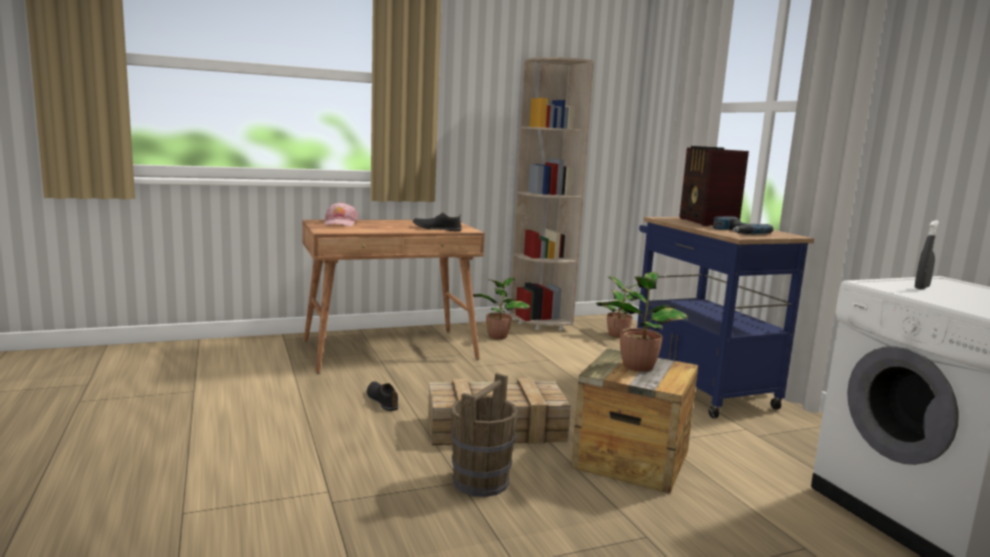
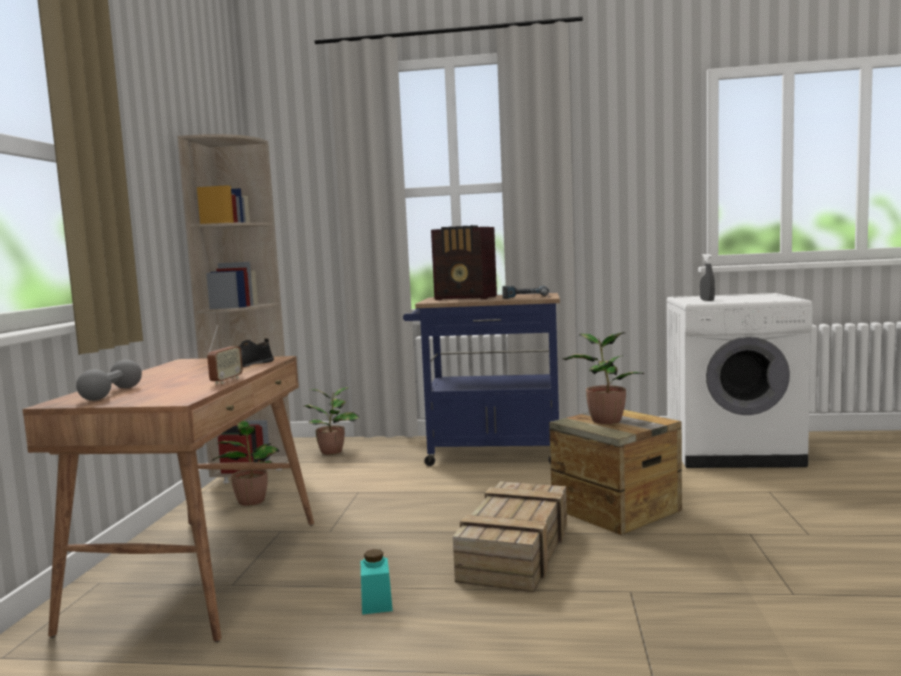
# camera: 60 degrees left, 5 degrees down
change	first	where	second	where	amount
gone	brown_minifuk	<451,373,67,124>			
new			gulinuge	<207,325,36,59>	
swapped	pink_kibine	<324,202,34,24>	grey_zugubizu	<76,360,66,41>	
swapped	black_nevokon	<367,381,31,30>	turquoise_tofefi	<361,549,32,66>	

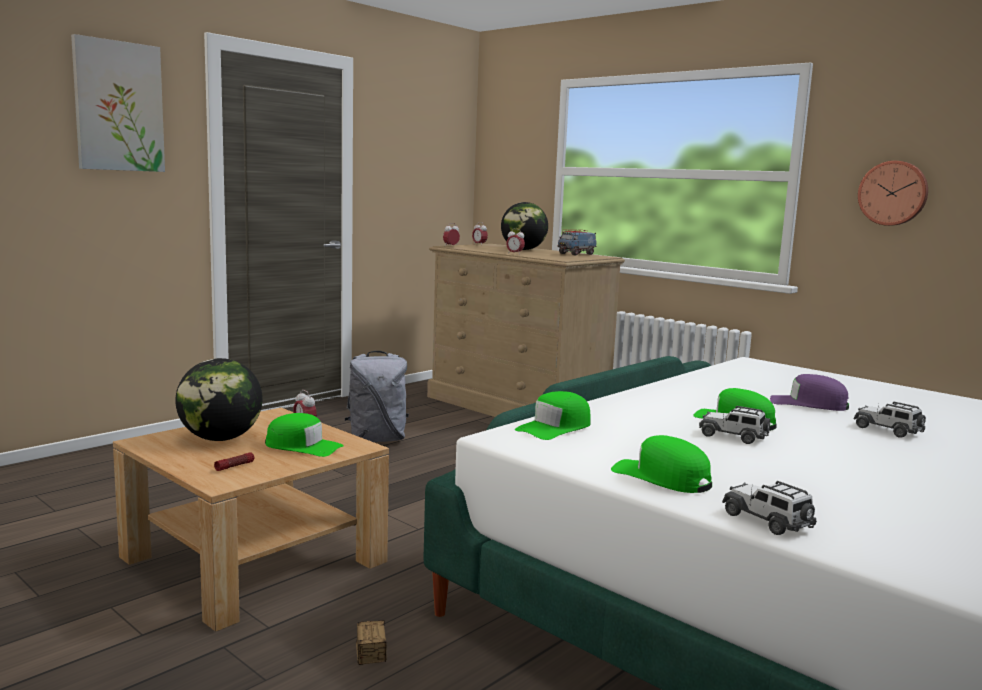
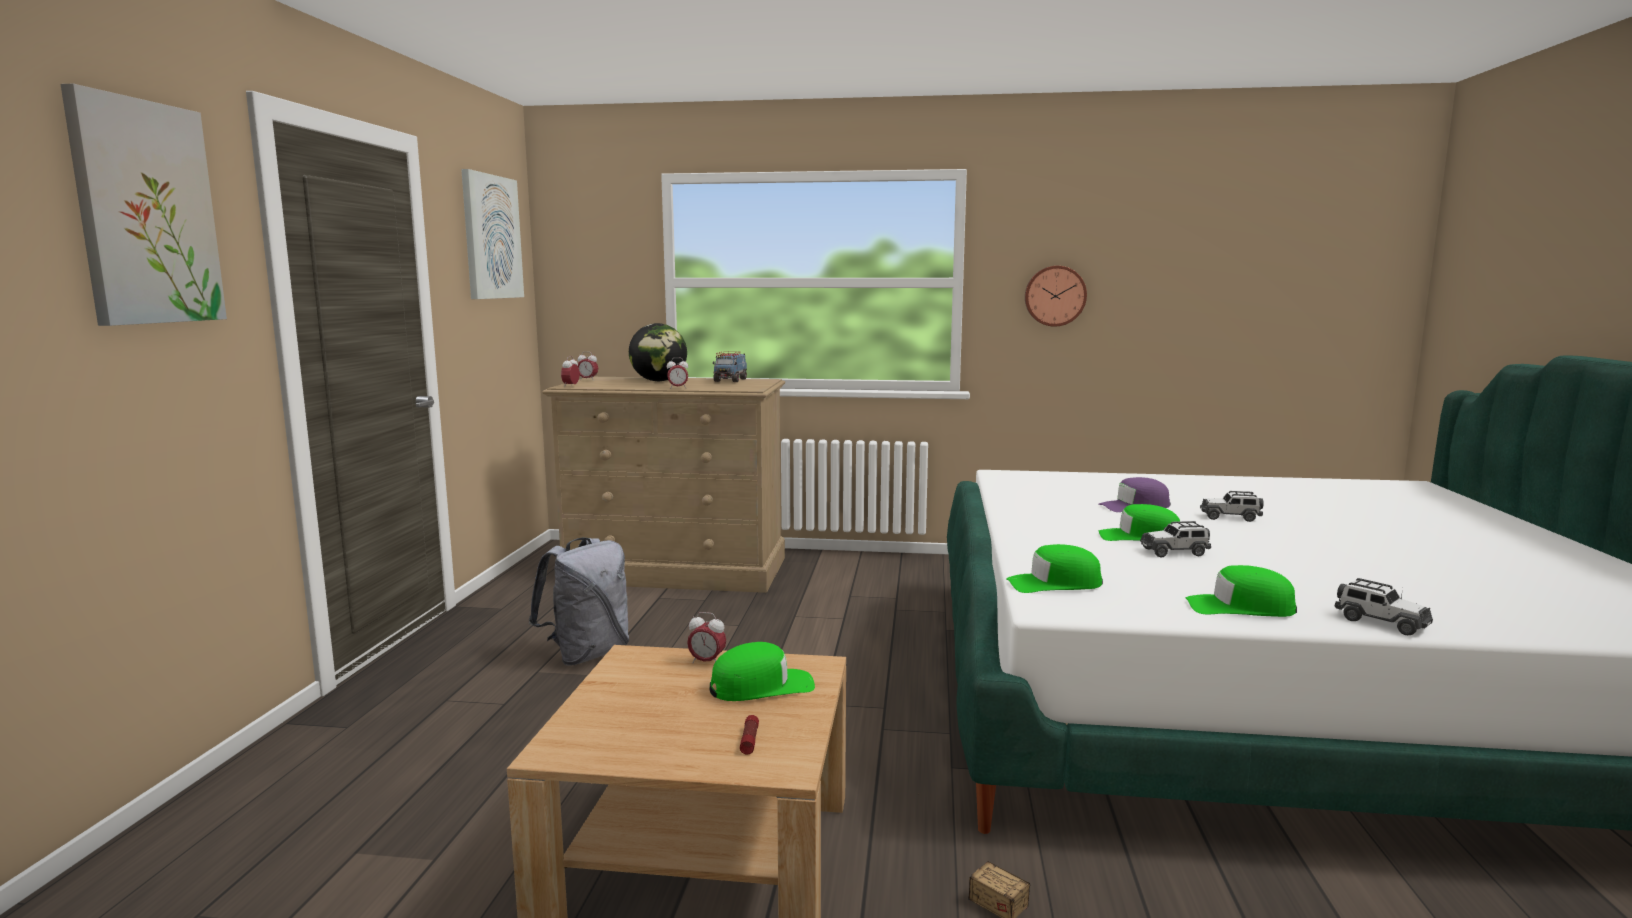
# camera: 35 degrees left, 0 degrees up
change	first	where	second	where	amount
gone	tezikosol	<175,358,88,83>			
new			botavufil	<461,169,63,130>	
rotated	green_kibine	<515,391,76,49>		<1006,544,97,49>	75 degrees clockwise
rotated	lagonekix	<722,481,95,54>		<1335,578,98,57>	150 degrees counterclockwise

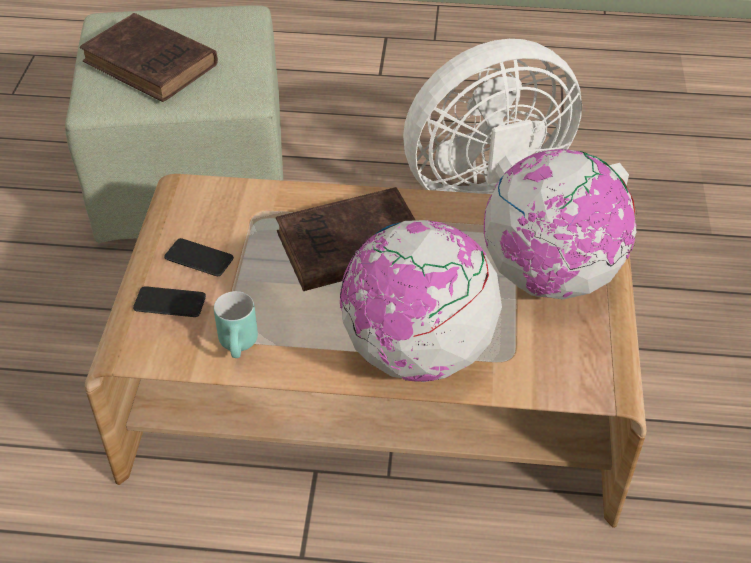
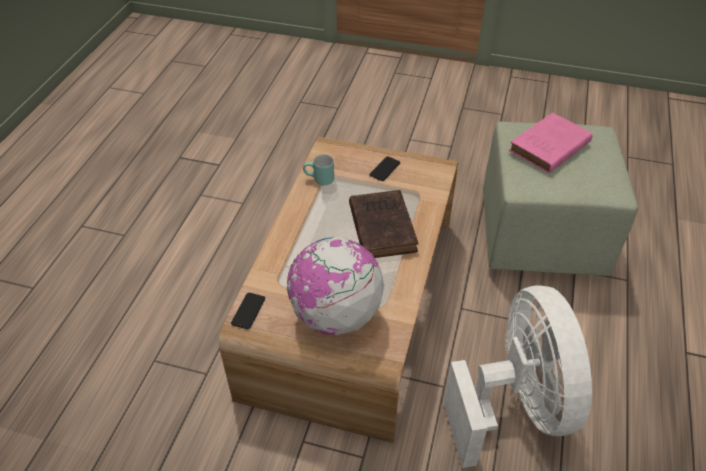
# camera: 100 degrees right, 0 degrees up
change	first	where	second	where	amount
gone	tezikosol	<340,220,162,162>			
shifted	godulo	<133,286,73,31>		<231,293,34,36>	
repainted	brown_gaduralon	<80,13,138,89>	pink_gaduralon	<509,113,84,60>	

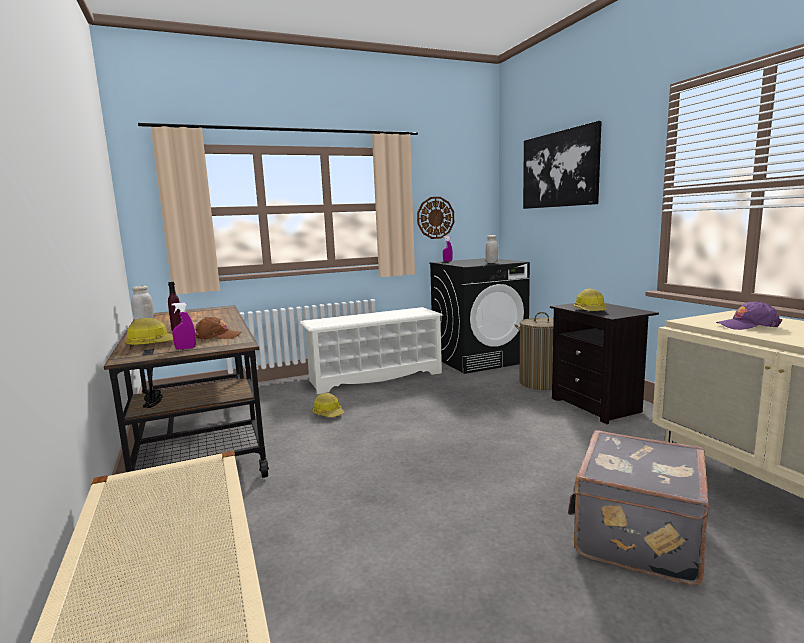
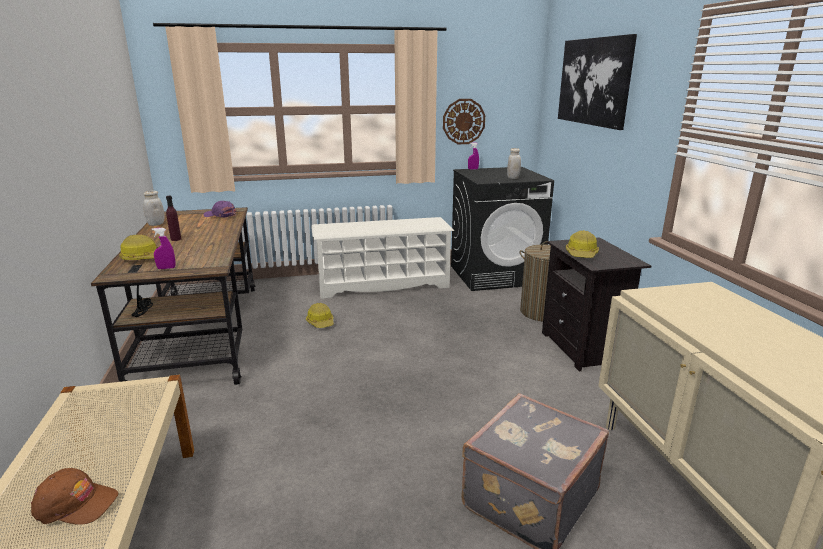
# camera: 10 degrees right, 10 degrees up
change	first	where	second	where	amount
shifted	brown_kibine	<195,317,47,23>		<31,468,87,57>	
shifted	purple_kibine	<716,301,66,29>		<203,201,33,17>	

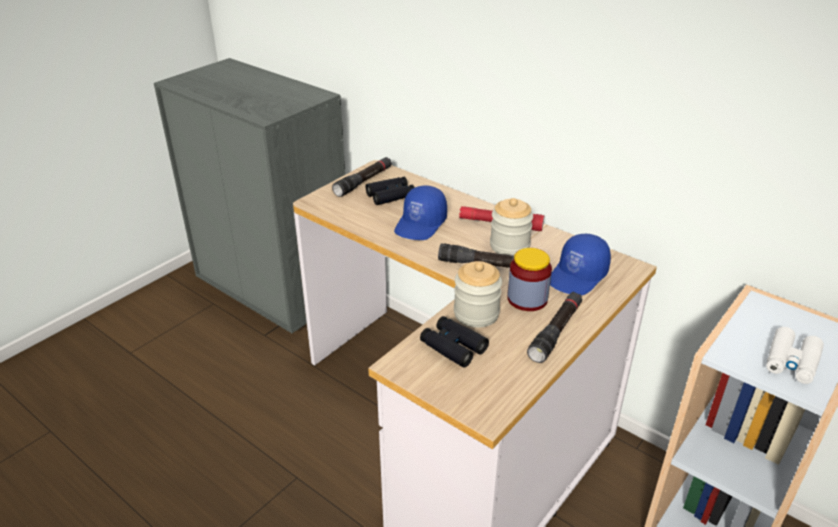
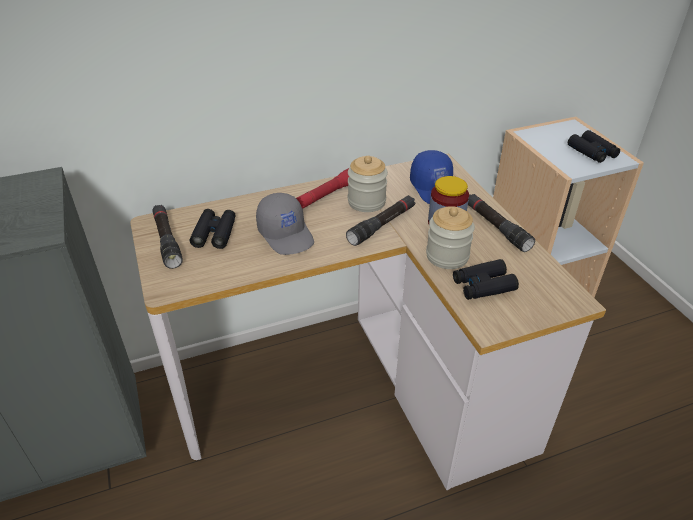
# camera: 60 degrees left, 5 degrees up
change	first	where	second	where	amount
repainted	blue_kibine	<394,185,53,55>	grey_kibine	<256,193,58,62>	
repainted	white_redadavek	<766,327,58,57>	black_redadavek	<568,130,52,33>	

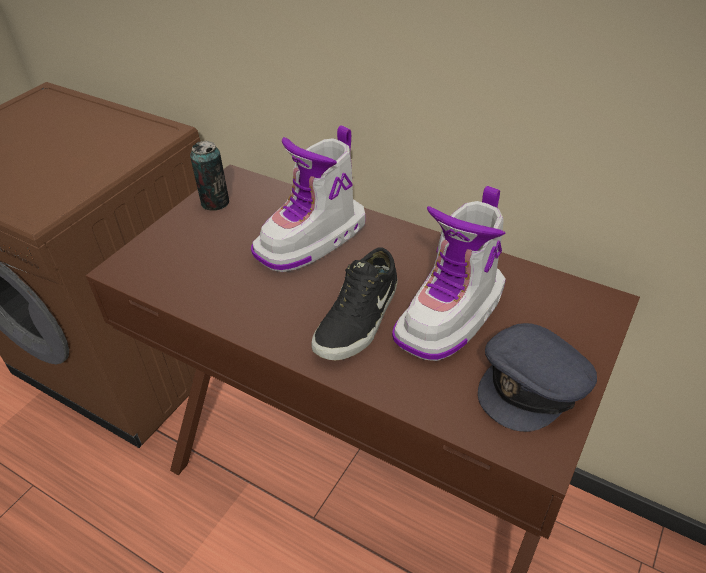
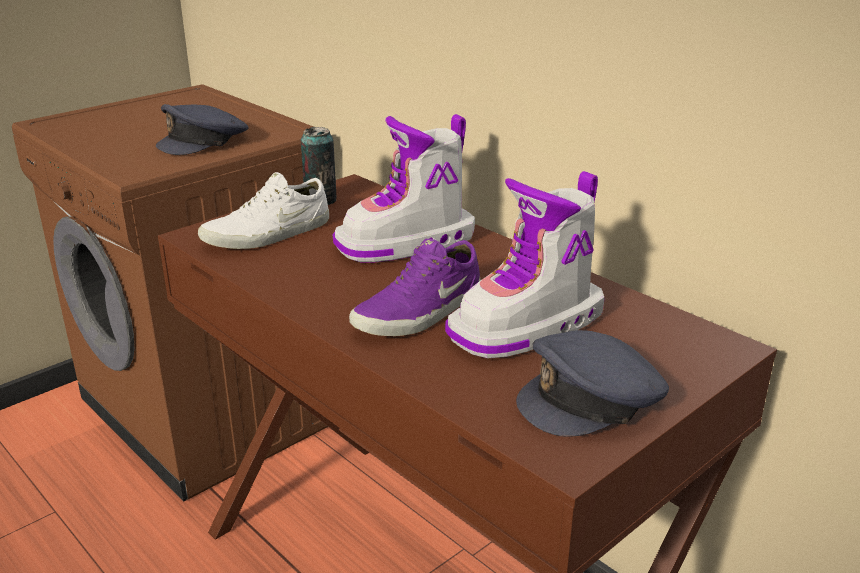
# camera: 15 degrees right, 15 degrees down
change	first	where	second	where	amount
new			grey_kibine	<156,104,93,51>	
new			white_nevokon	<198,172,131,77>	
repainted	black_nevokon	<311,248,86,112>	purple_nevokon	<349,239,132,97>	

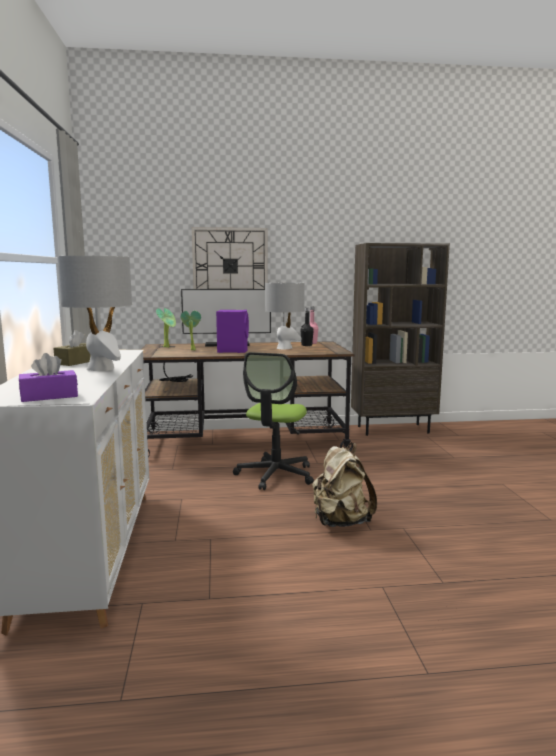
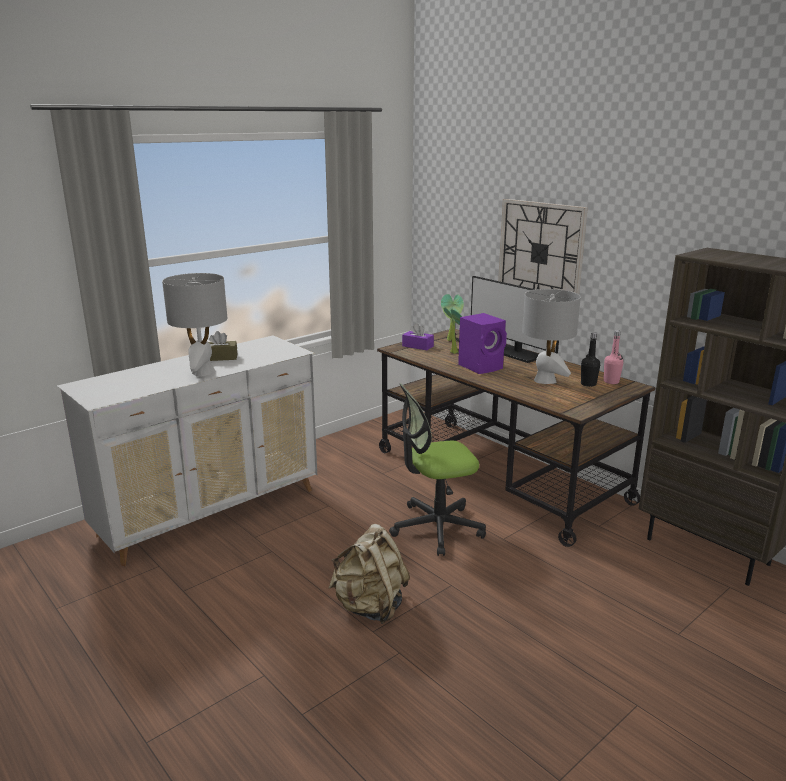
# camera: 55 degrees right, 10 degrees up
change	first	where	second	where	amount
shifted	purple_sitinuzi	<19,353,59,49>		<402,323,32,27>	

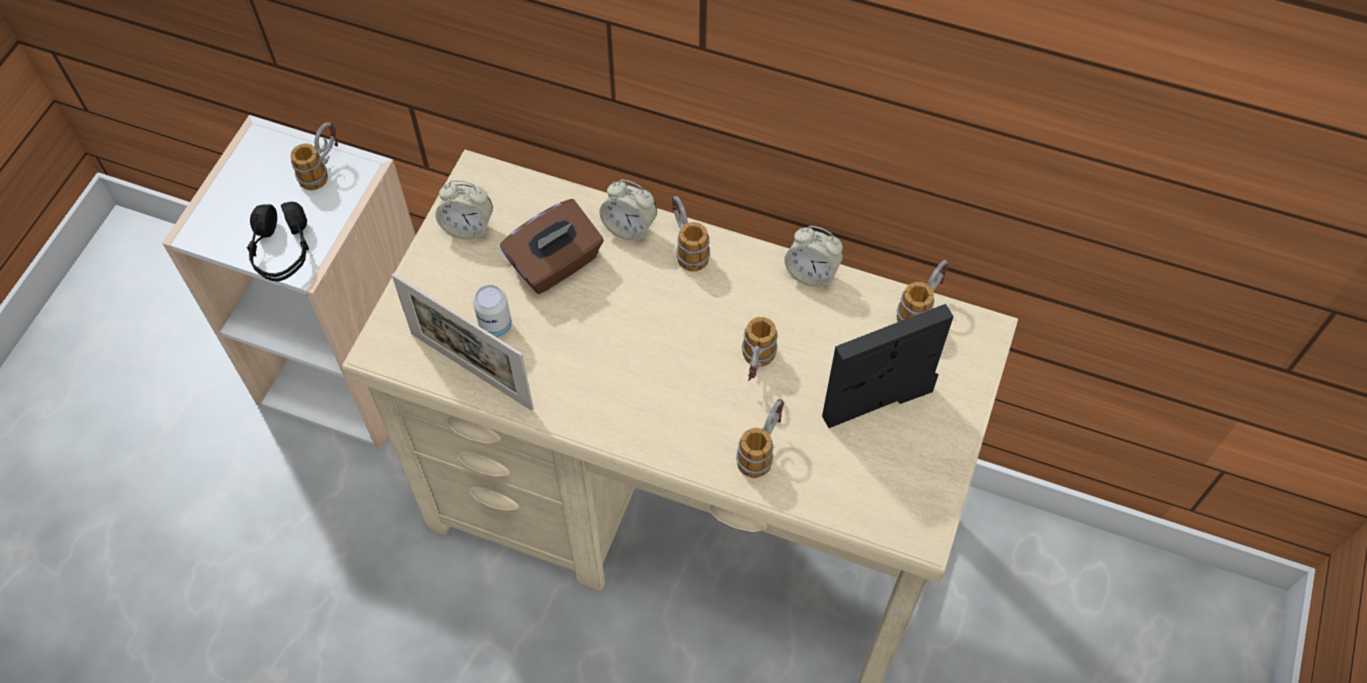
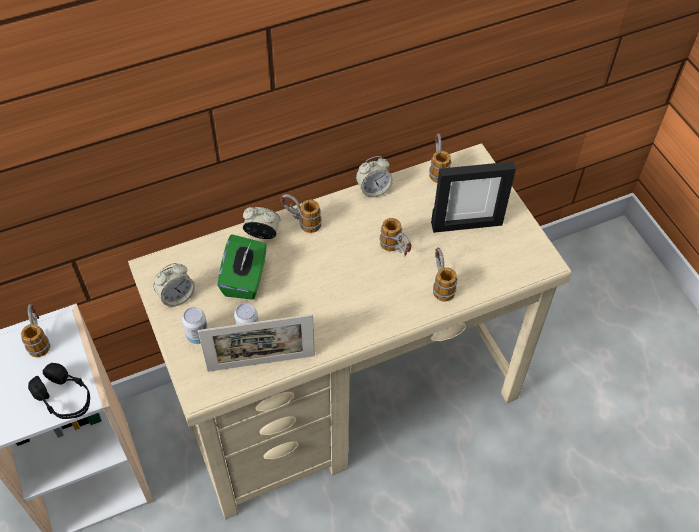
# camera: 45 degrees left, 5 degrees down
change	first	where	second	where	amount
new			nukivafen	<182,307,26,37>	
repainted	brown_sitinuzi	<500,199,104,95>	green_sitinuzi	<218,234,49,66>	
rotated	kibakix	<599,179,58,62>		<243,207,37,32>	150 degrees counterclockwise
rotated	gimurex	<822,304,132,124>		<431,161,85,72>	120 degrees counterclockwise

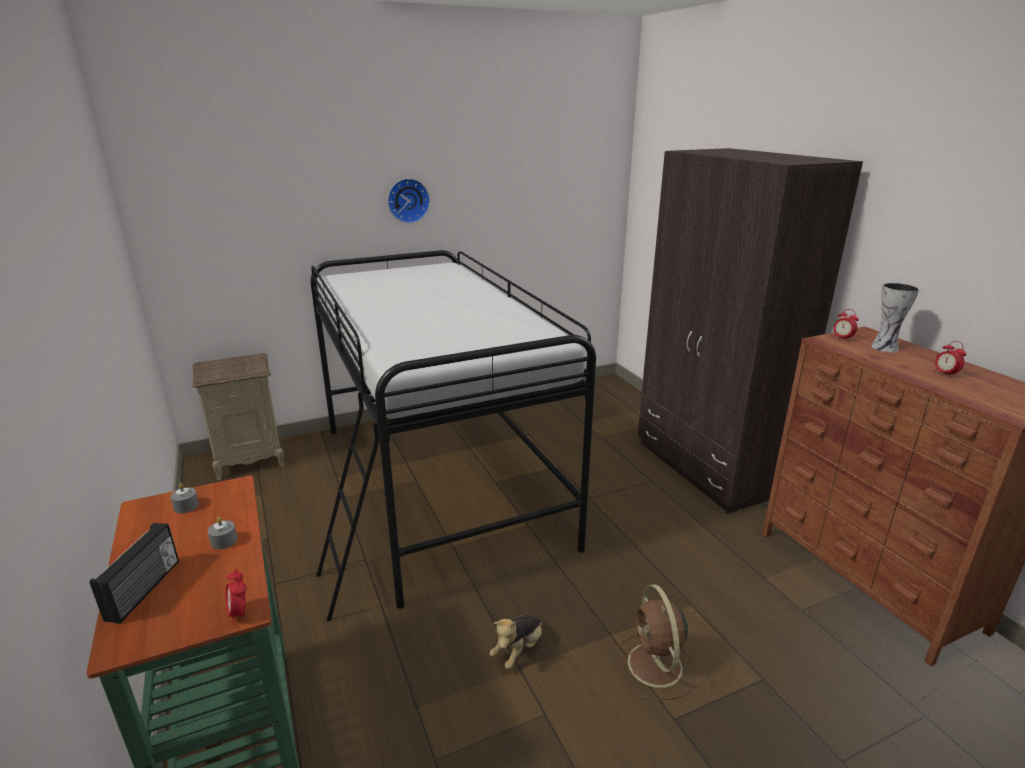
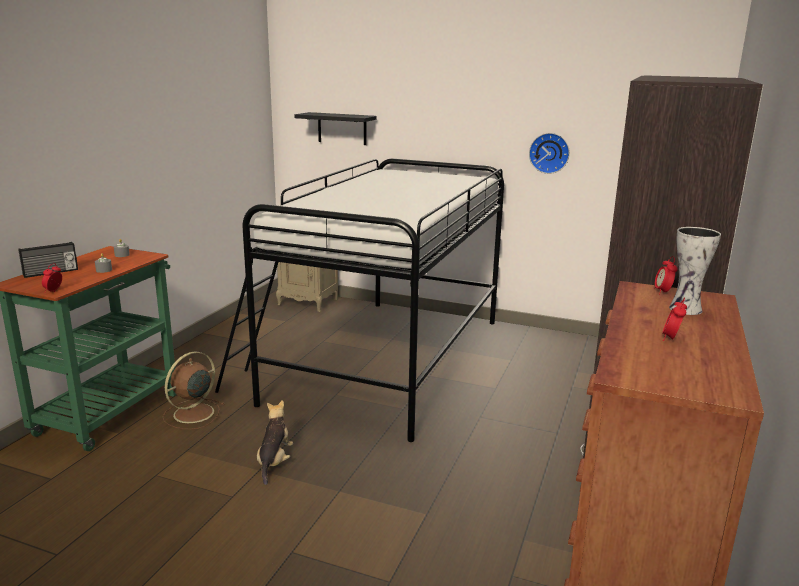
# camera: 45 degrees right, 5 degrees down
change	first	where	second	where	amount
new			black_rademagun	<294,112,83,33>	
shifted	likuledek	<387,178,43,45>		<529,133,41,41>	
shifted	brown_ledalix	<617,584,82,116>		<163,352,61,78>	
rotated	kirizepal	<490,614,53,55>		<257,400,36,85>	105 degrees clockwise

